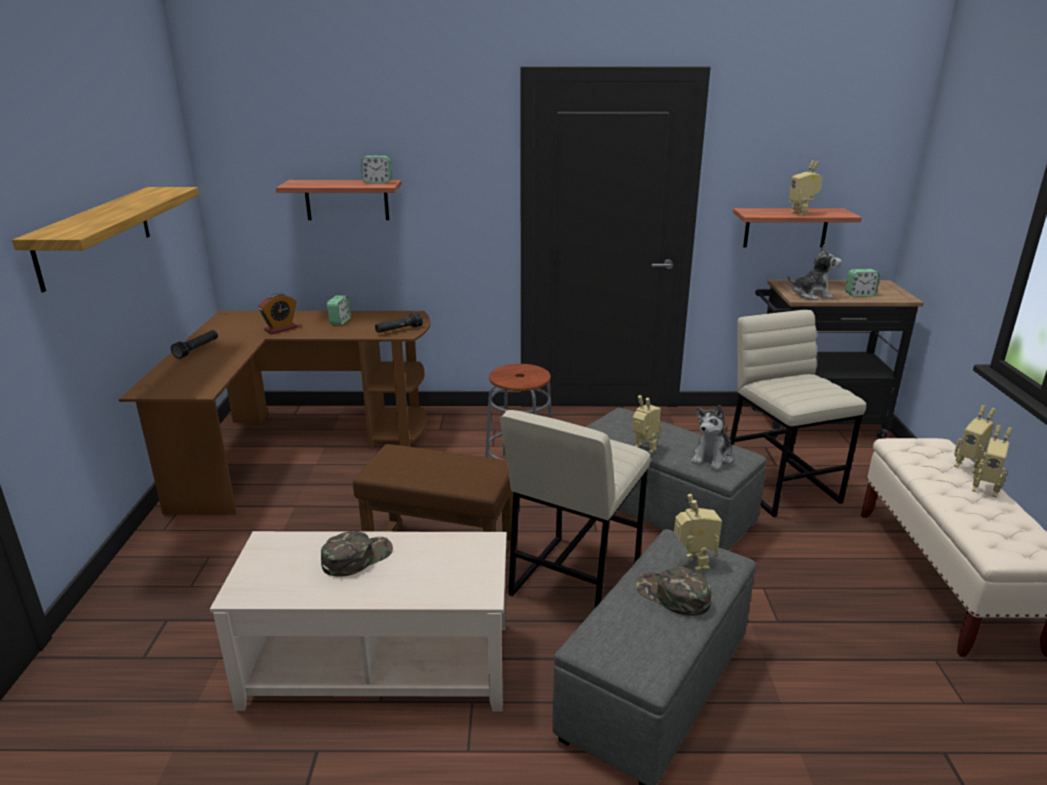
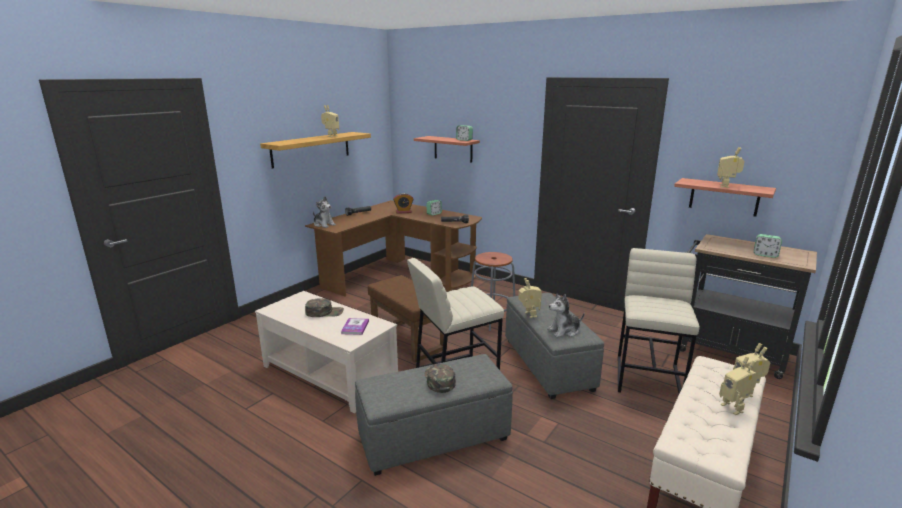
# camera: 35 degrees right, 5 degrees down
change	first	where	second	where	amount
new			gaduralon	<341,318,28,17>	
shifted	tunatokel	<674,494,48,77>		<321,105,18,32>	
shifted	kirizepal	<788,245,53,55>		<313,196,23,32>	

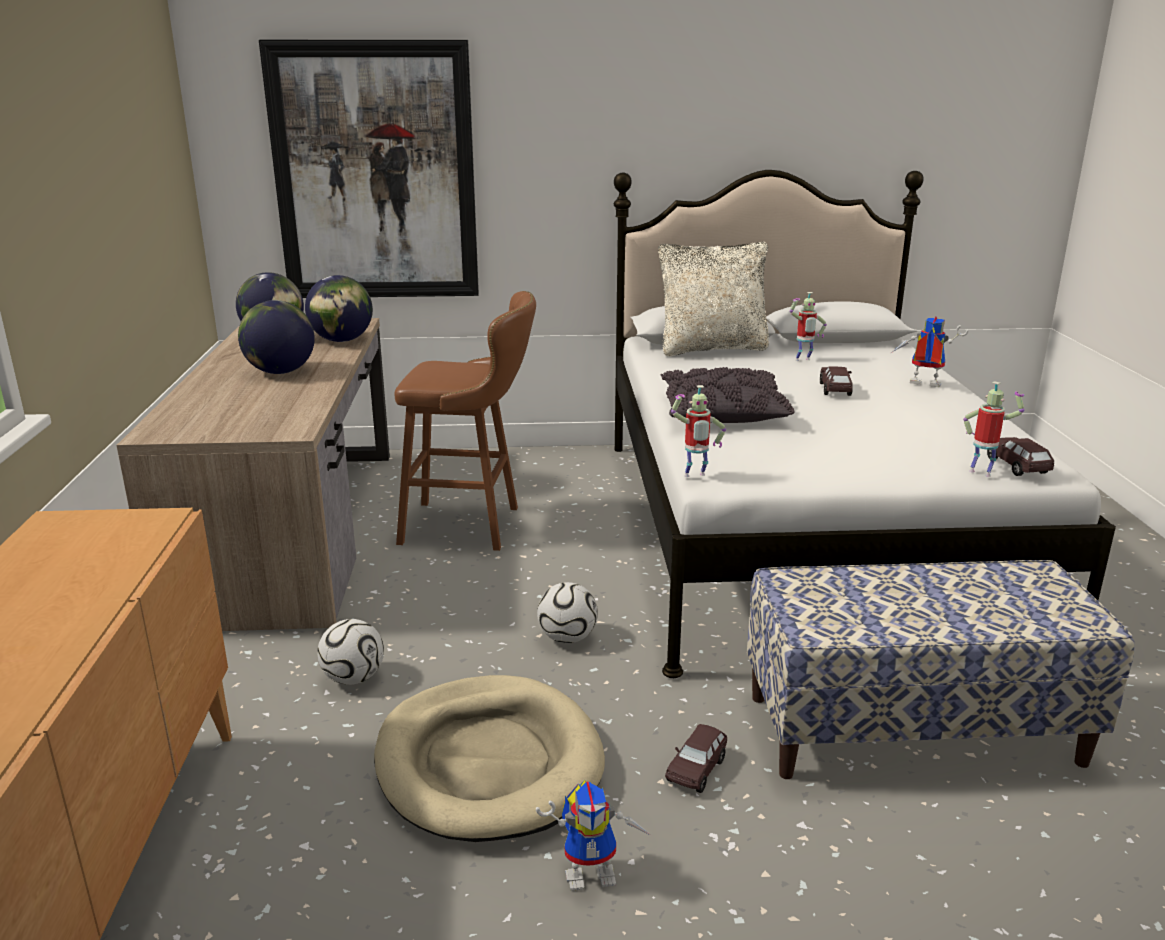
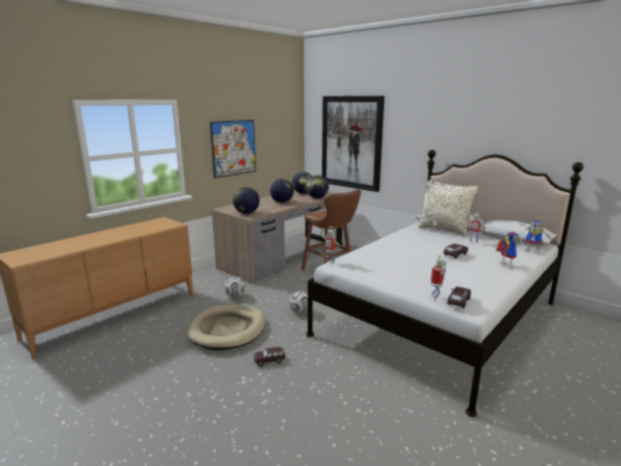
# camera: 45 degrees right, 5 degrees down
change	first	where	second	where	amount
gone	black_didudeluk	<660,367,135,56>			
gone	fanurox	<747,560,388,219>			
new			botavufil	<210,120,46,58>	
new			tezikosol	<233,187,27,27>	
shifted	tunatokel	<536,780,116,111>		<519,220,35,34>	

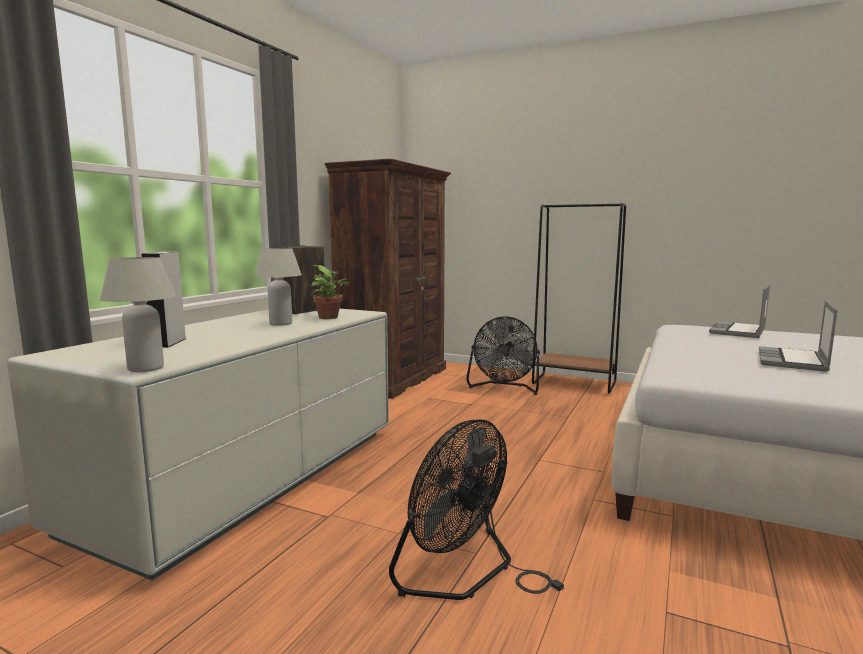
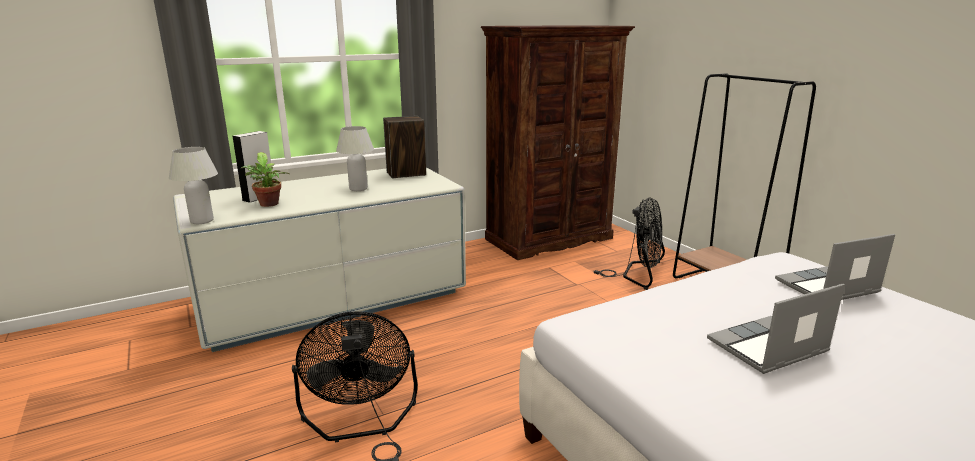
# camera: 35 degrees right, 10 degrees up
change	first	where	second	where	amount
shifted	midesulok	<311,265,39,54>		<241,152,49,55>	
rotated	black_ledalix	<466,317,74,78>		<594,197,71,93>	120 degrees counterclockwise

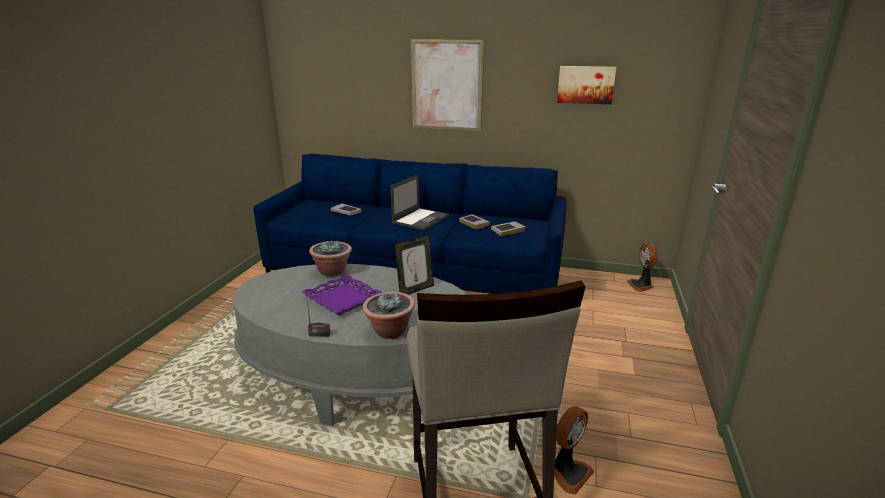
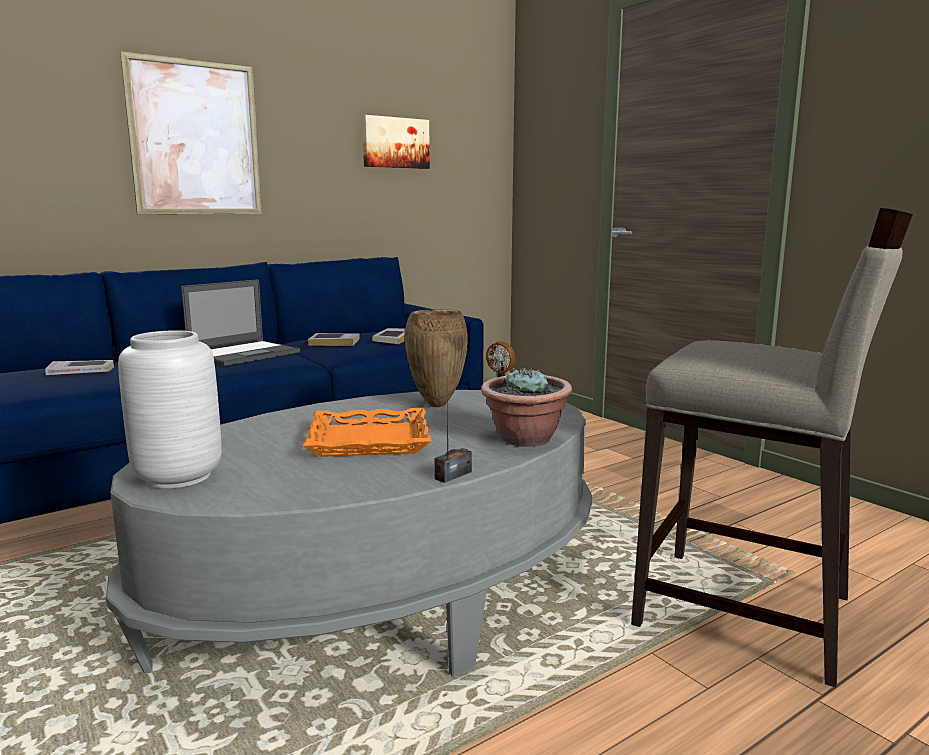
# camera: 50 degrees left, 10 degrees down
change	first	where	second	where	amount
gone	midesulok	<309,239,43,38>			
gone	ledalix	<554,406,40,88>			
new			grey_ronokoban	<118,330,104,159>	
swapped	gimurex	<394,234,40,61>	brown_ronokoban	<404,309,64,98>	
repainted	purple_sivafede	<302,274,81,41>	orange_sivafede	<302,408,129,49>	
rotated	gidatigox	<391,174,58,56>		<181,279,119,87>	60 degrees clockwise

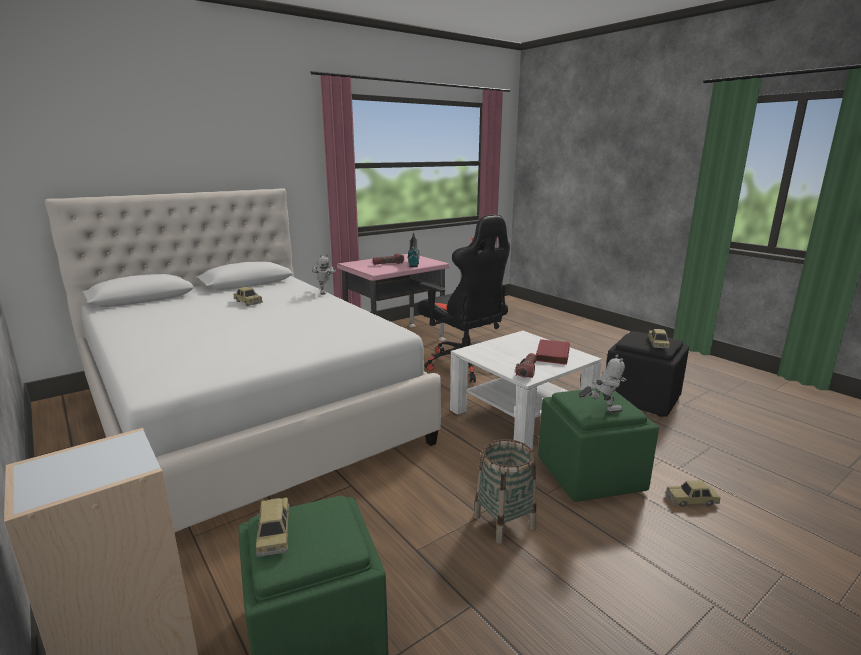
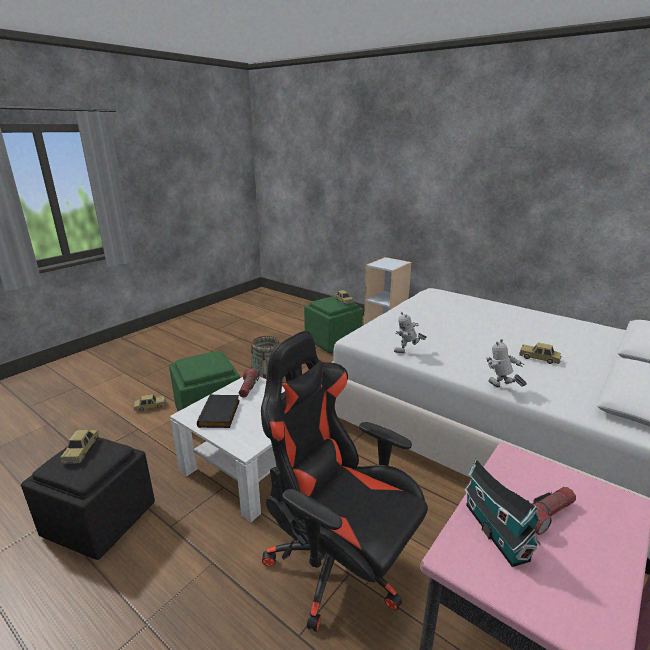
# camera: 165 degrees right, 5 degrees up
change	first	where	second	where	amount
shifted	tunatokel	<578,355,49,58>		<394,312,33,41>	
repainted	red_gaduralon	<536,339,34,26>	black_gaduralon	<197,394,43,34>	

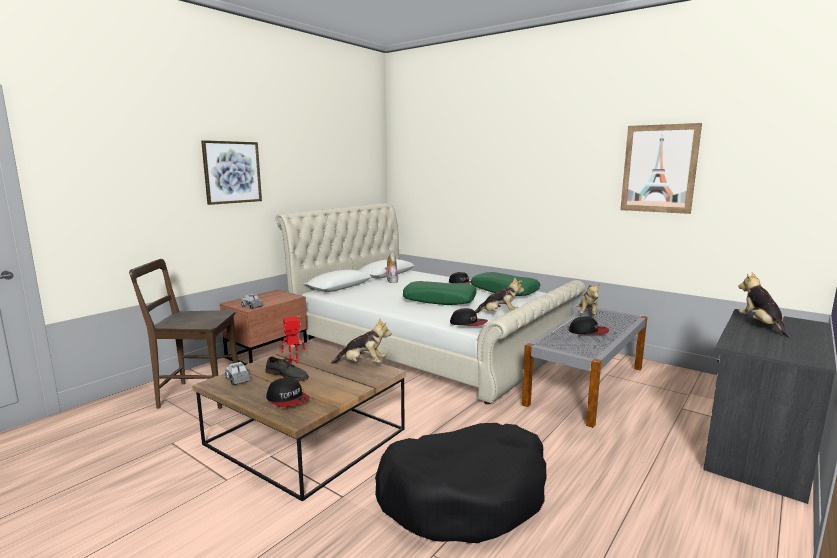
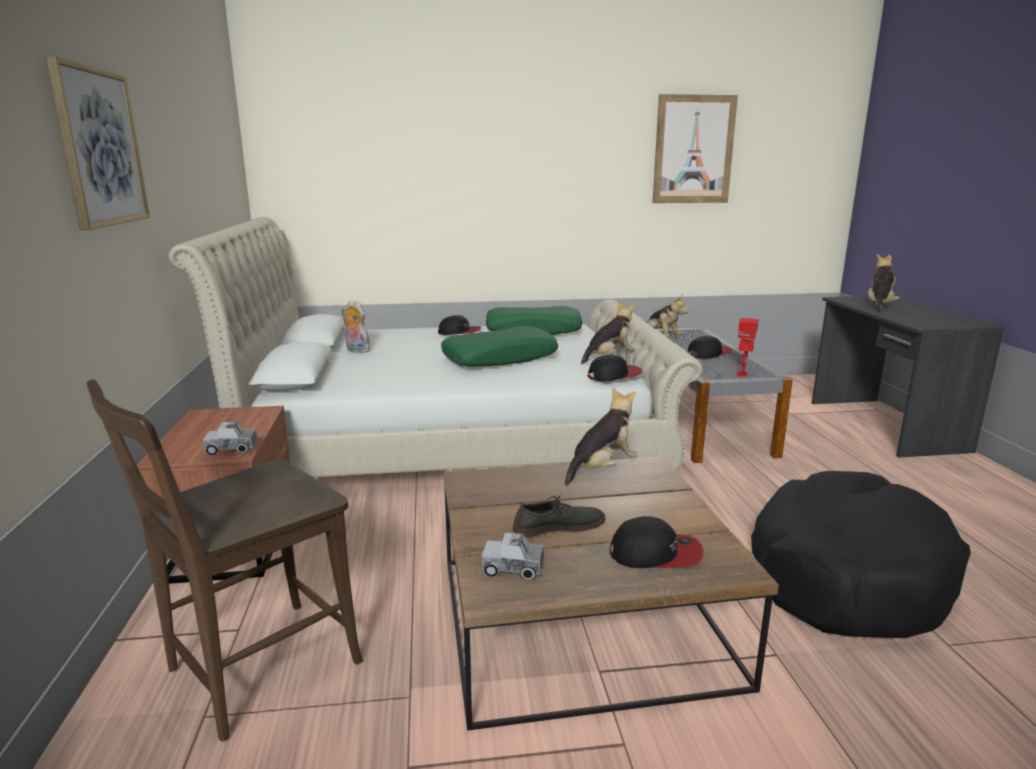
# camera: 45 degrees left, 5 degrees up
change	first	where	second	where	amount
shifted	tunatokel	<281,316,24,48>		<737,318,22,59>	
rotated	kirizepal	<738,273,54,65>		<868,254,32,59>	75 degrees clockwise

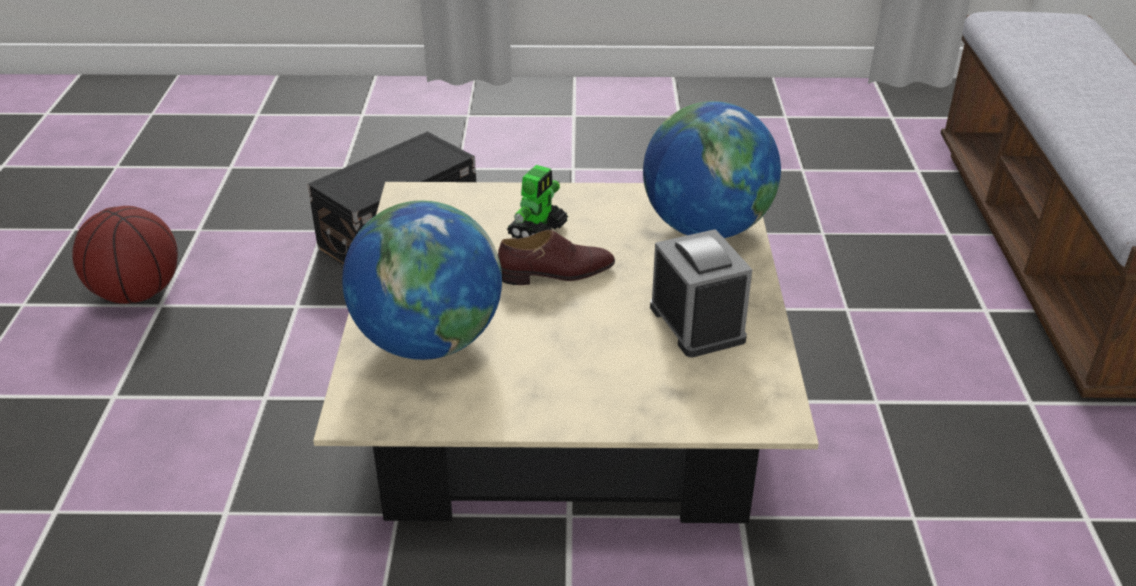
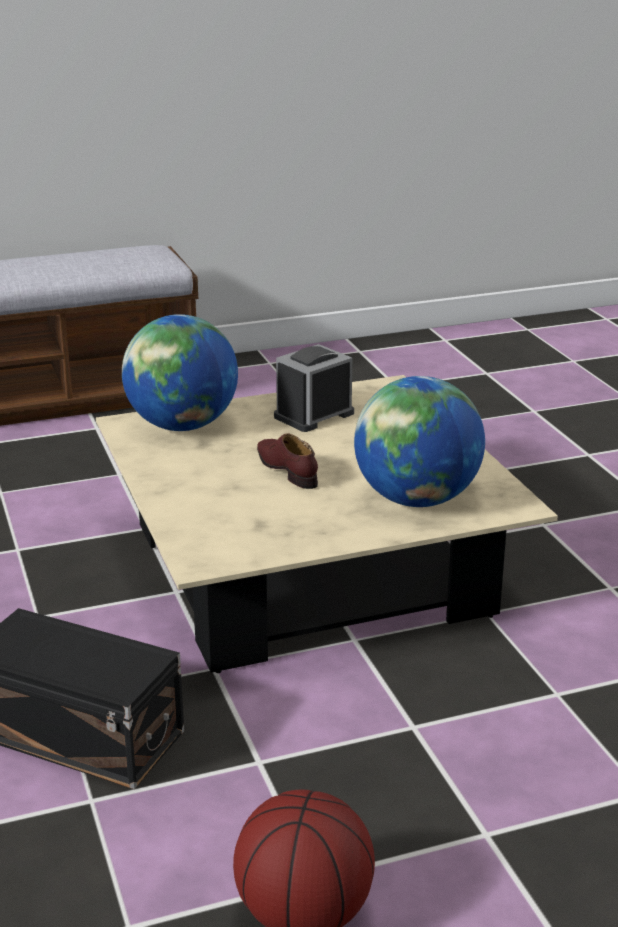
# camera: 110 degrees left, 10 degrees down
change	first	where	second	where	amount
gone	tunatokel	<507,165,61,73>			

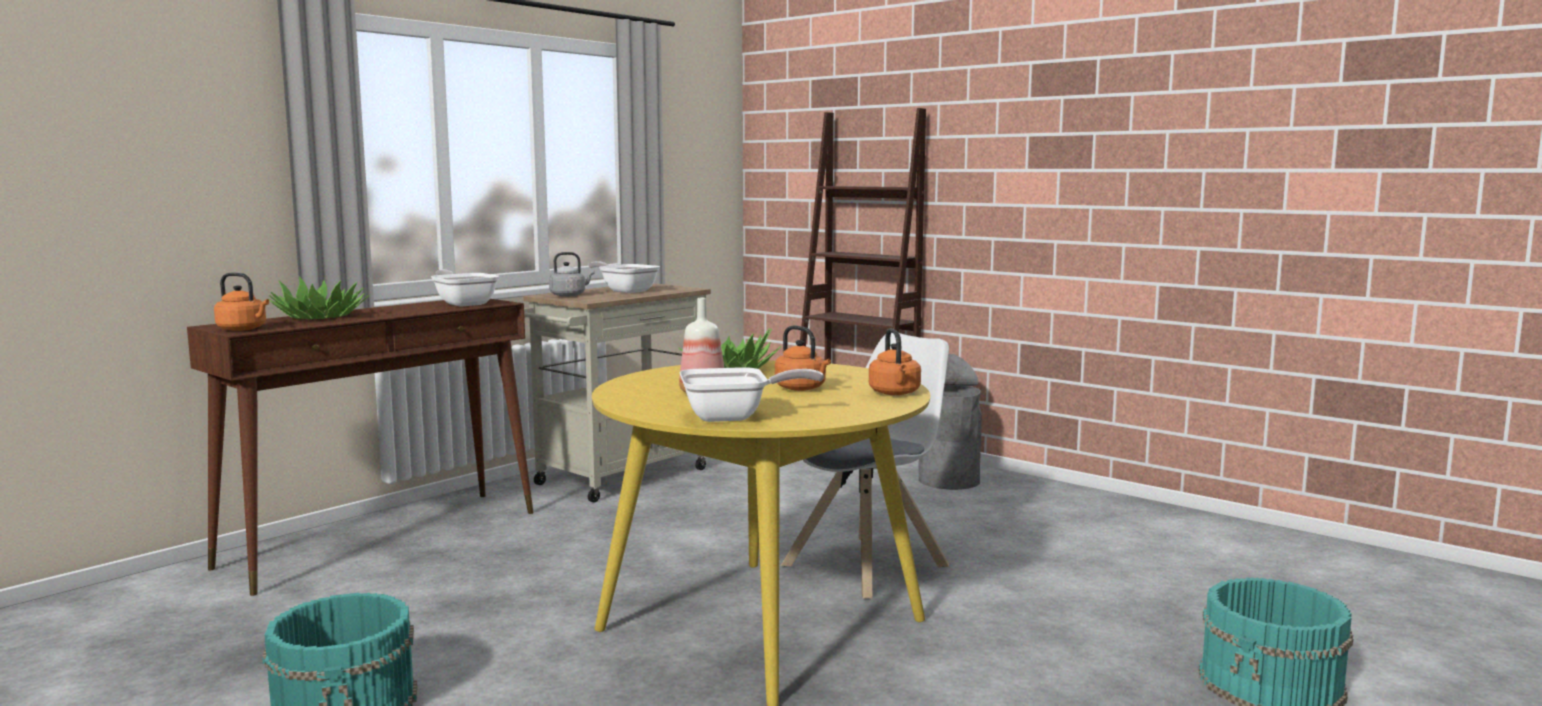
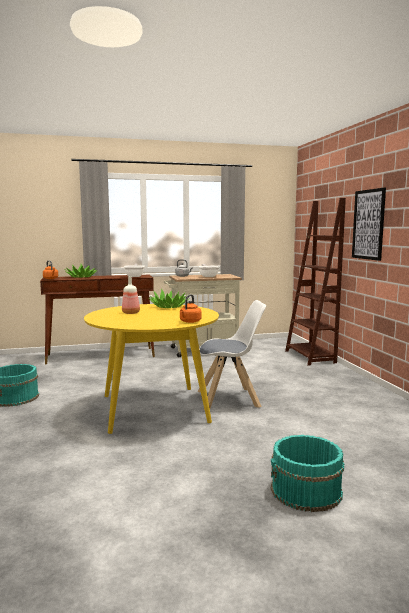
# camera: 35 degrees right, 0 degrees up
change	first	where	second	where	amount
gone	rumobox	<680,367,144,55>			
gone	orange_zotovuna	<775,326,56,65>			
gone	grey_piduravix	<919,354,63,136>			
new			botavufil	<352,187,34,74>	

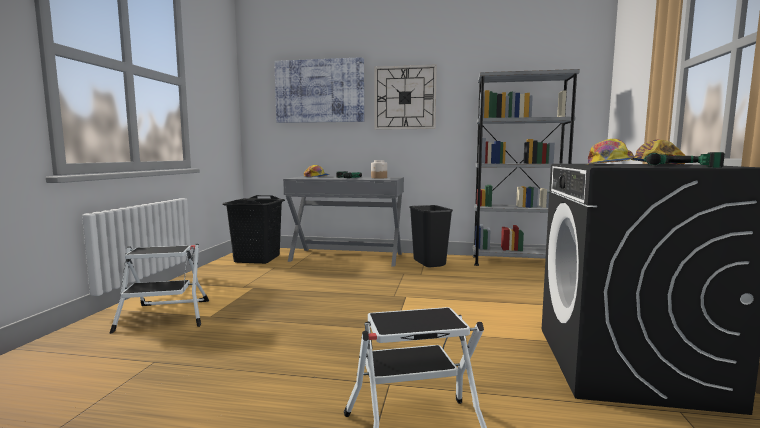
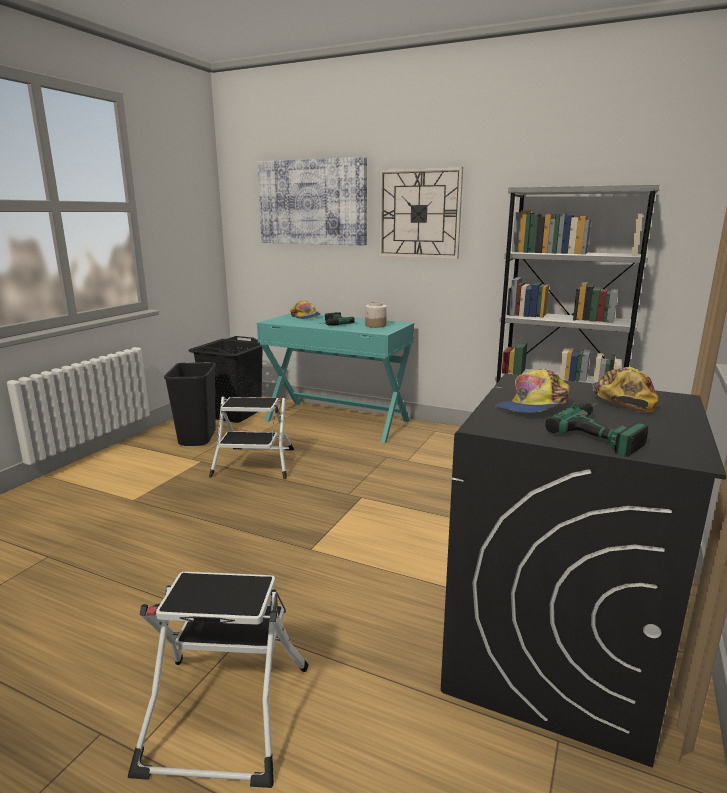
# camera: 15 degrees right, 10 degrees up
change	first	where	second	where	amount
shifted	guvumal	<110,244,99,90>		<209,396,85,83>	
shifted	black_piduravix	<409,205,44,62>		<164,362,52,84>	
repainted	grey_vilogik	<283,176,121,91>	turquoise_vilogik	<257,313,157,130>	

